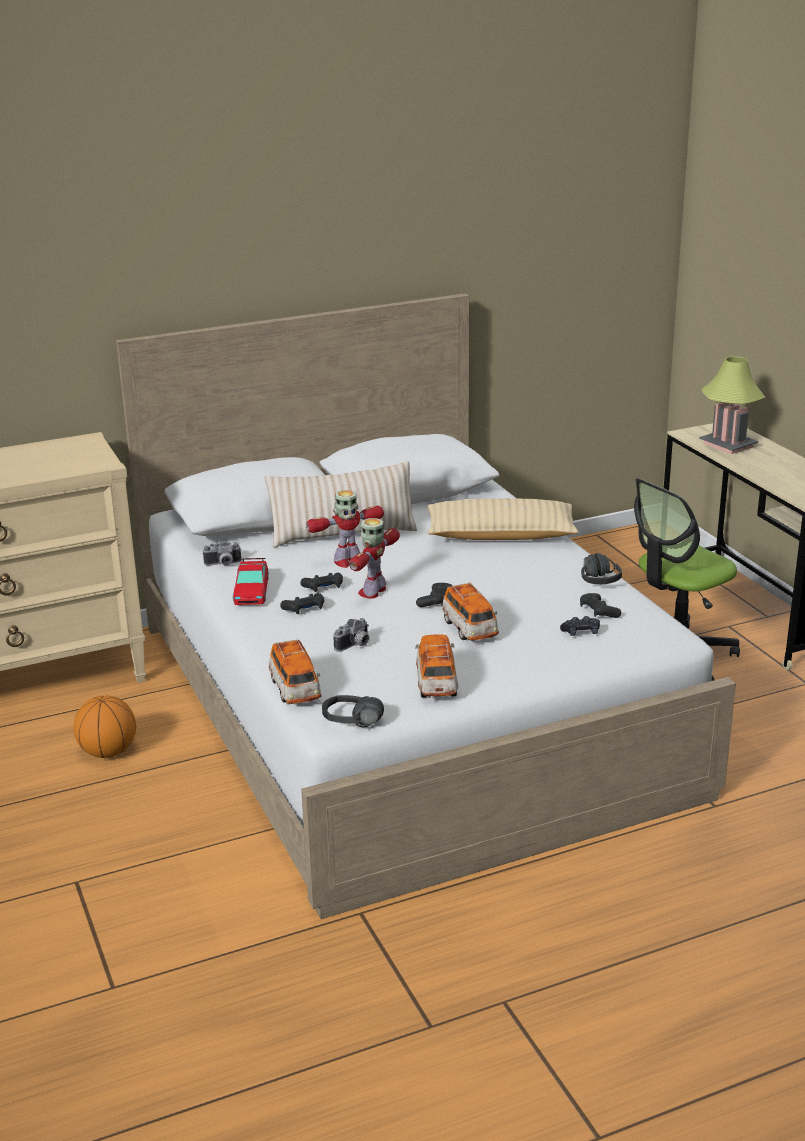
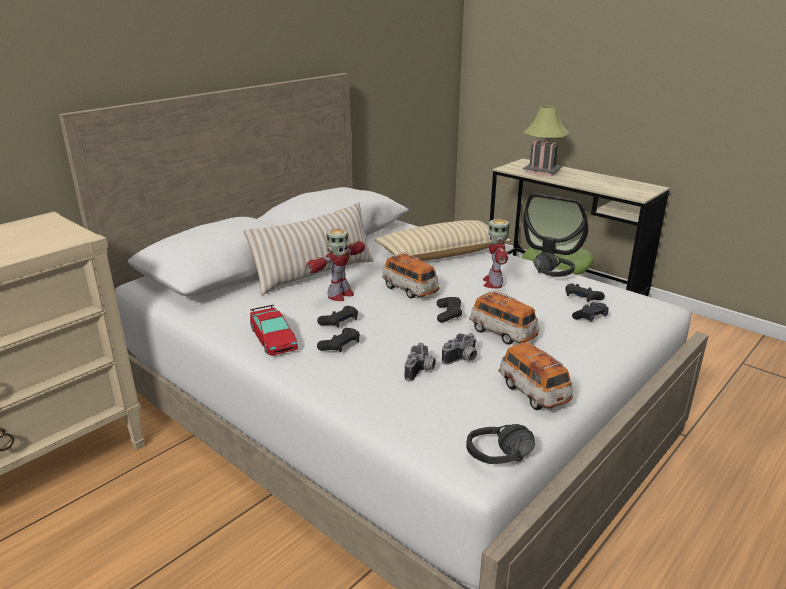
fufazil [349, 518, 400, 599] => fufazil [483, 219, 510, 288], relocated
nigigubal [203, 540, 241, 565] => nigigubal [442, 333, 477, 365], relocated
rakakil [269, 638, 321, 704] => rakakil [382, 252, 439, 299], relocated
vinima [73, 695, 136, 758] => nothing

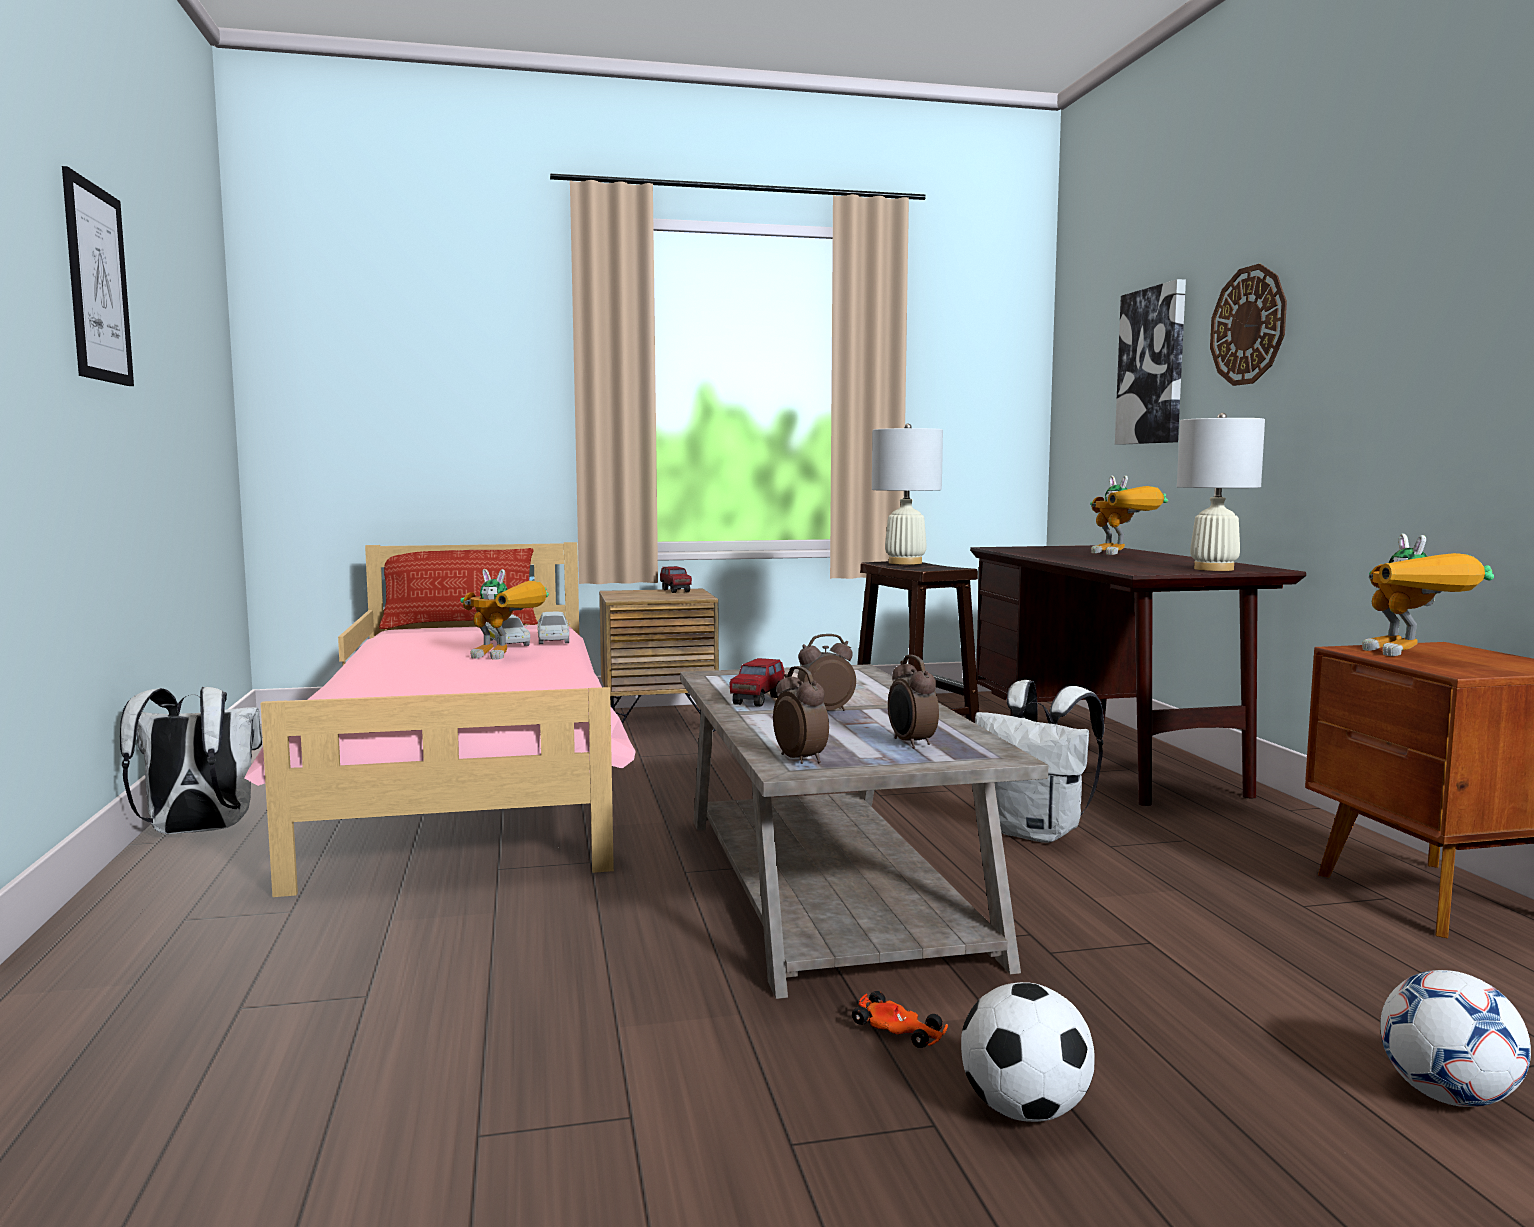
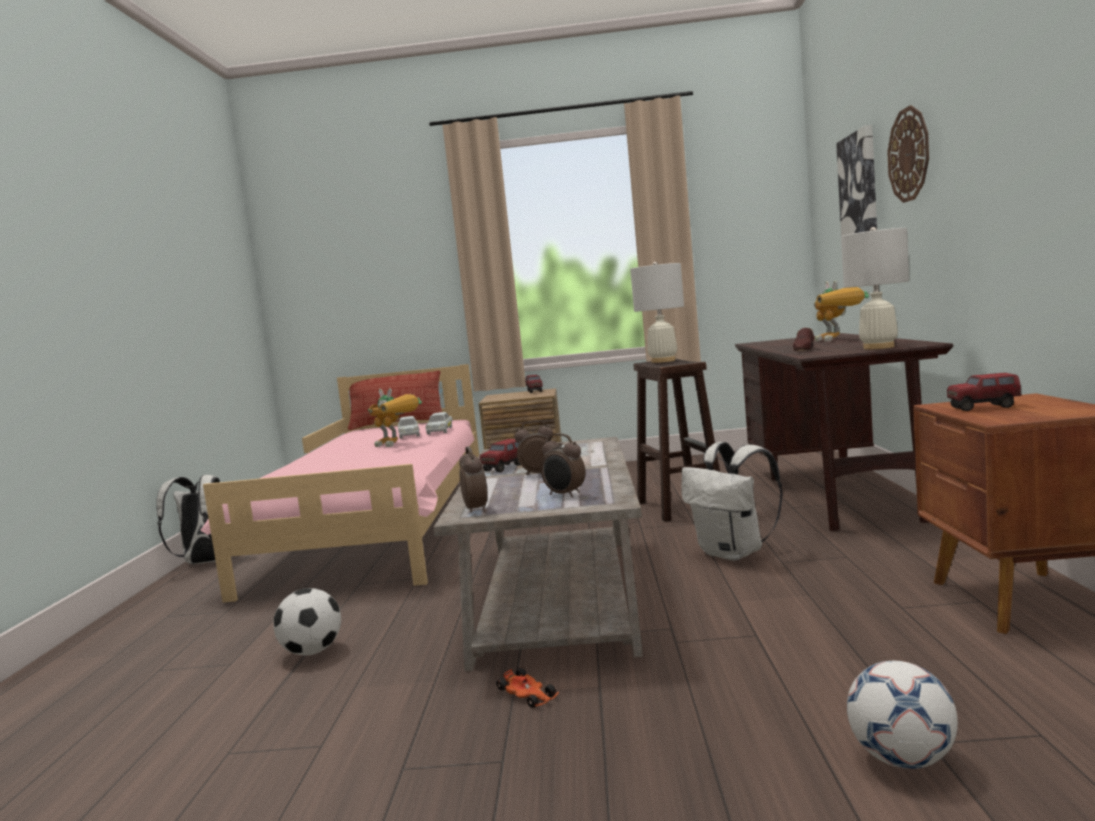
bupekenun [62, 166, 134, 386] => nothing
fufazil [1362, 534, 1494, 656] => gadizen [947, 373, 1021, 411]
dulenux [888, 655, 939, 749] => dulenux [541, 433, 585, 497], 45 degrees counterclockwise
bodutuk [961, 982, 1095, 1122] => bodutuk [273, 588, 341, 655], relocated
nothing => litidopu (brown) [793, 328, 814, 351]

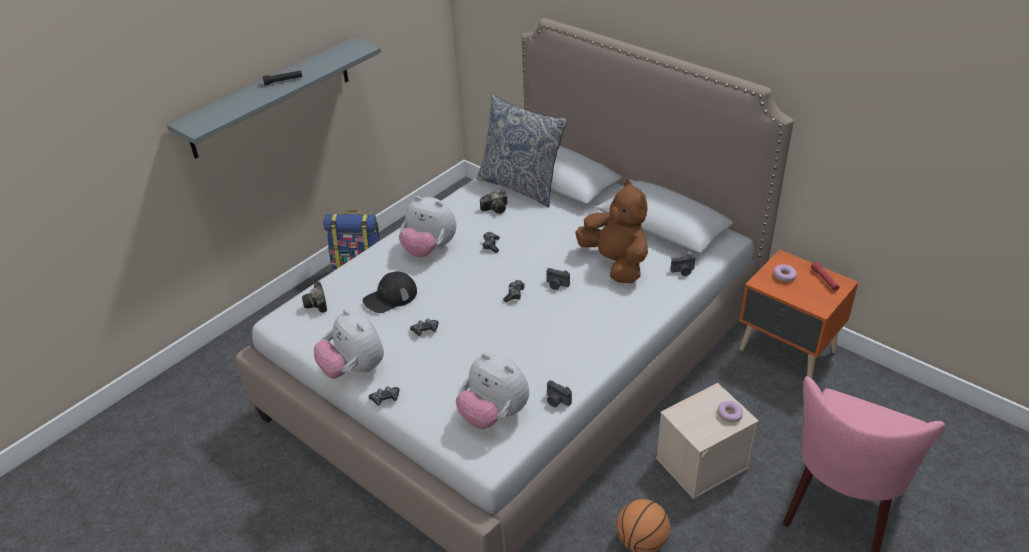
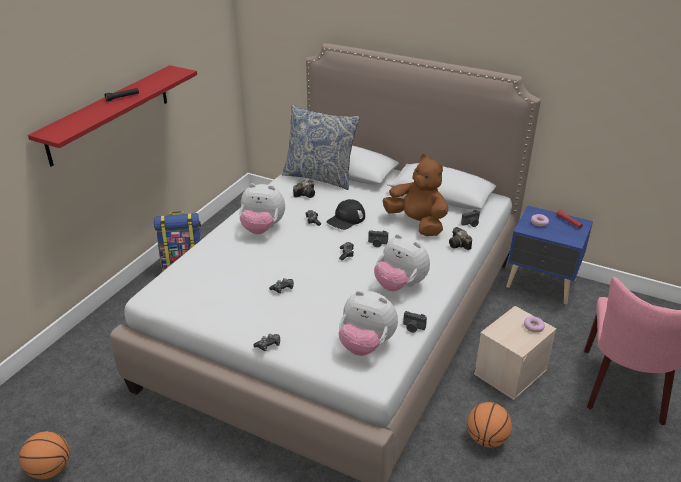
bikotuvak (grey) [167, 37, 381, 159] => bikotuvak (red) [28, 65, 197, 167]
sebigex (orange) [739, 250, 859, 379] => sebigex (blue) [506, 206, 593, 304]
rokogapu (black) [363, 271, 417, 313] => rokogapu (black) [326, 199, 365, 230], relocated
nigigubal [302, 281, 327, 313] => nigigubal [449, 227, 472, 250], relocated
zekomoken [314, 309, 384, 379] => zekomoken [374, 234, 430, 291], relocated
nothing => vinima [19, 431, 70, 479]

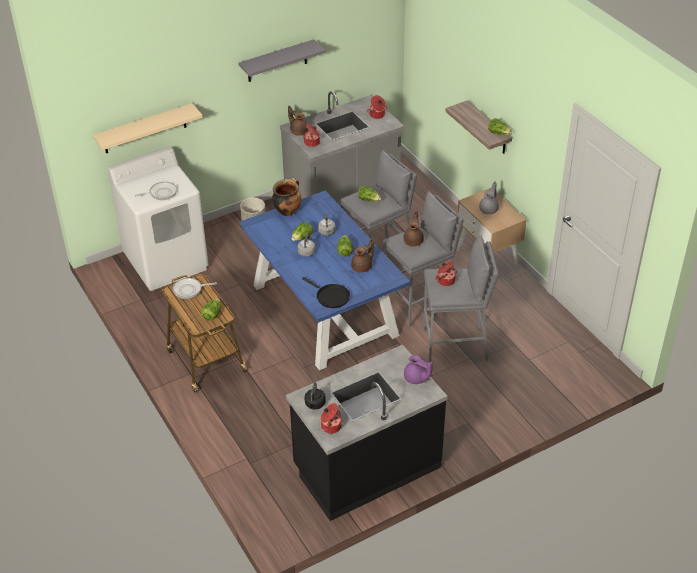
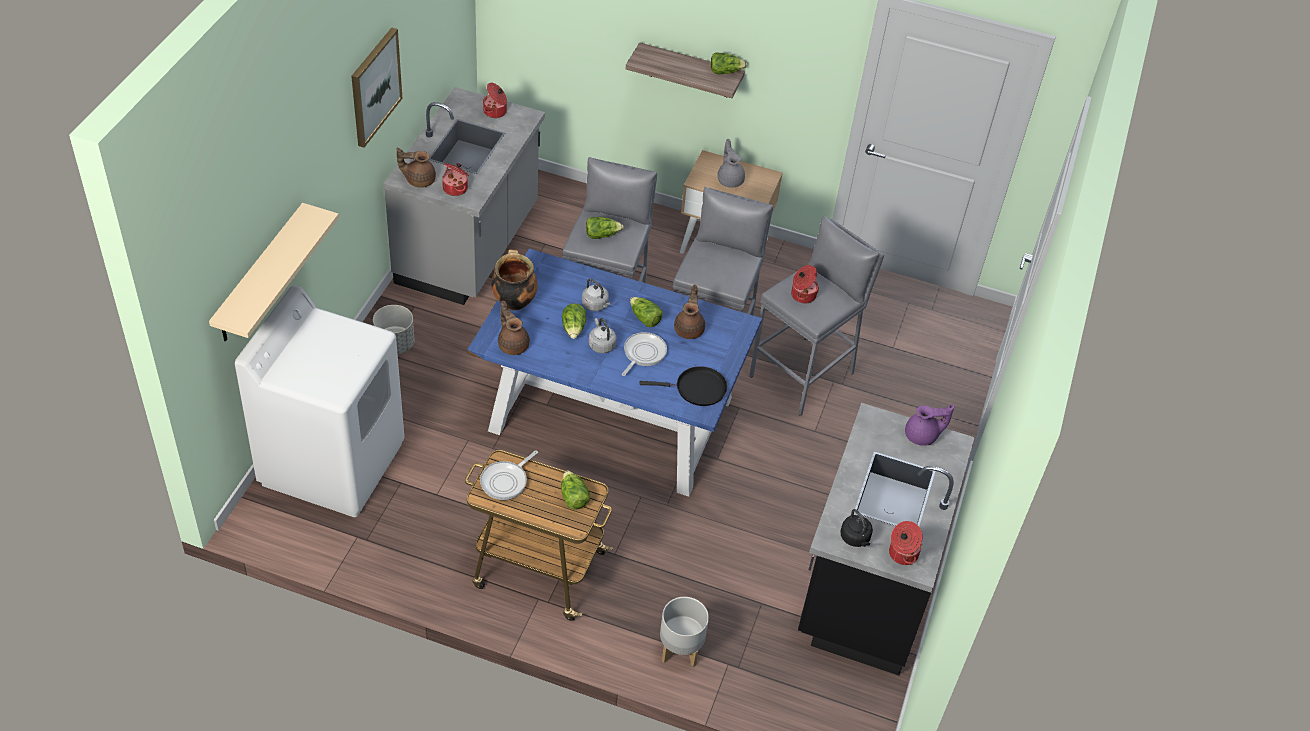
bikotuvak (grey) [239, 39, 325, 82] => bupekenun [351, 28, 403, 148]
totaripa [135, 182, 177, 200] => totaripa [622, 332, 667, 376], relocated
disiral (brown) [403, 211, 424, 246] => disiral (brown) [498, 301, 530, 355], relocated
nothing => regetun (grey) [660, 597, 709, 667]

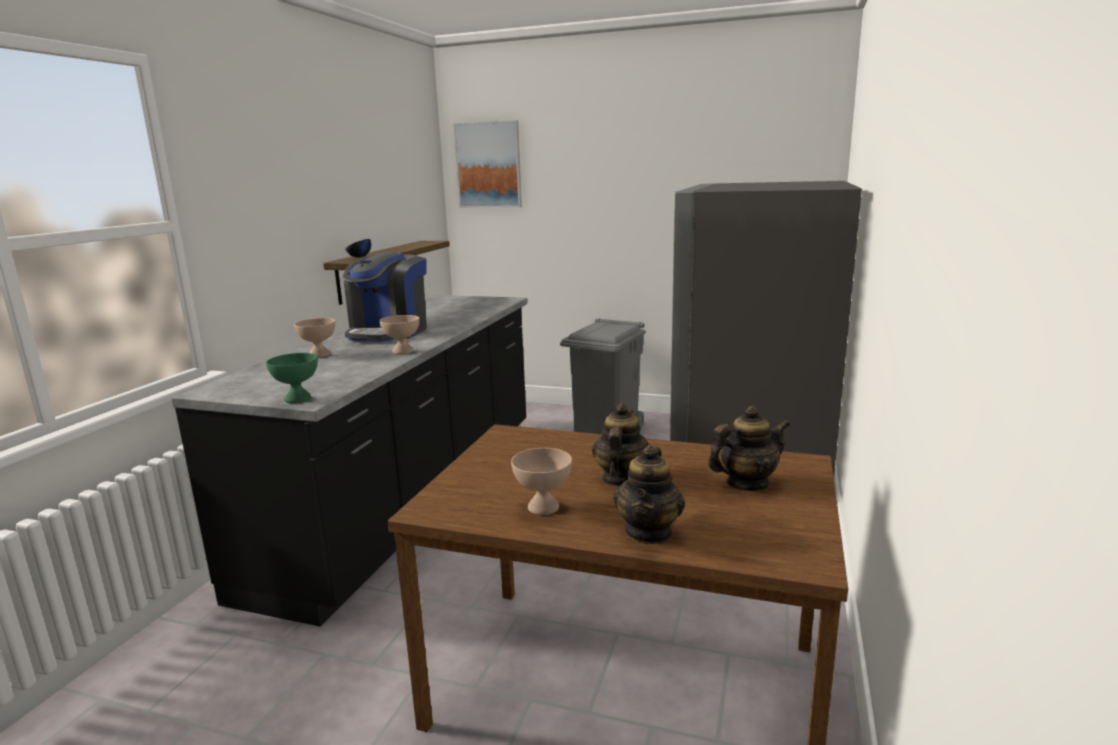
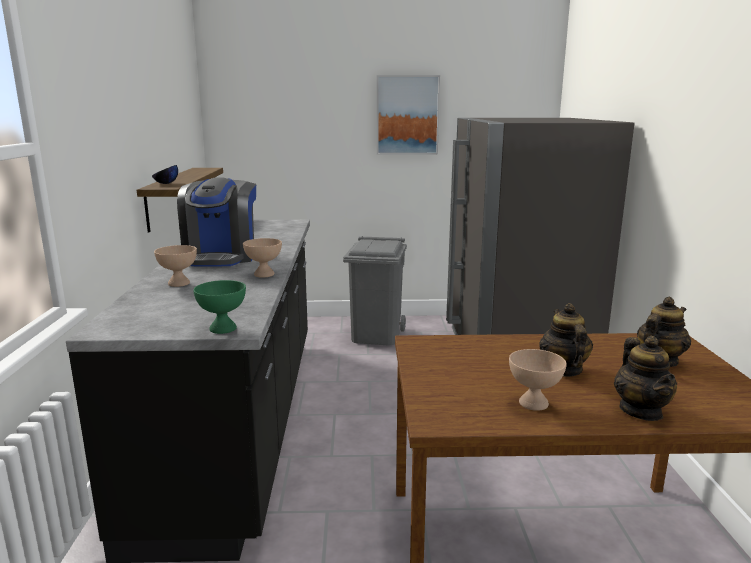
bupekenun [454, 120, 522, 208] => bupekenun [377, 75, 440, 155], relocated

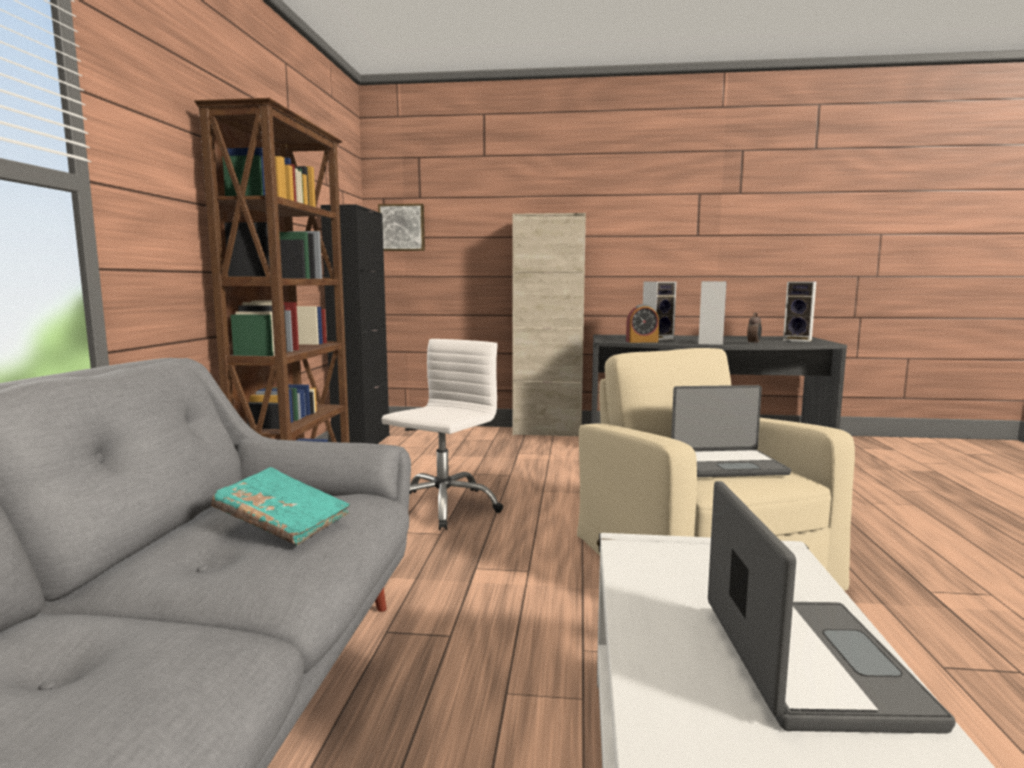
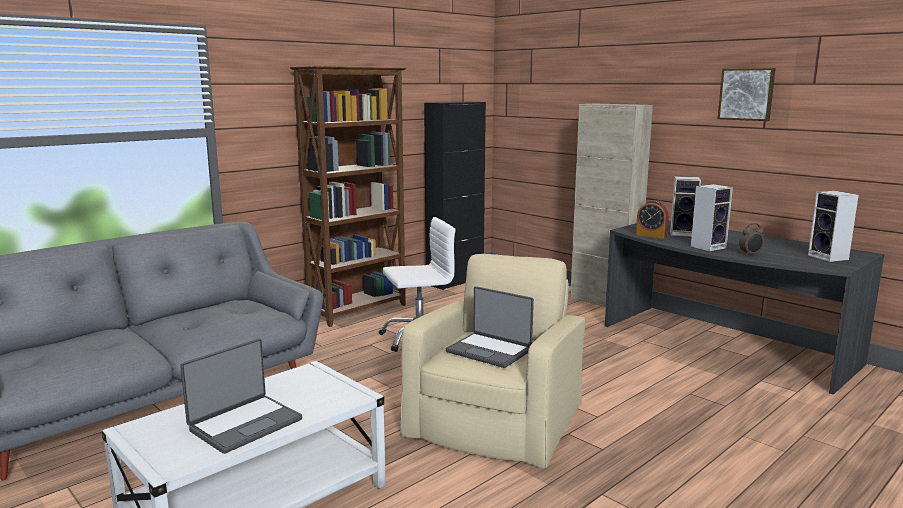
bupekenun [378, 204, 425, 251] => bupekenun [718, 68, 776, 121], relocated
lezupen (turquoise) [211, 467, 350, 545] => nothing

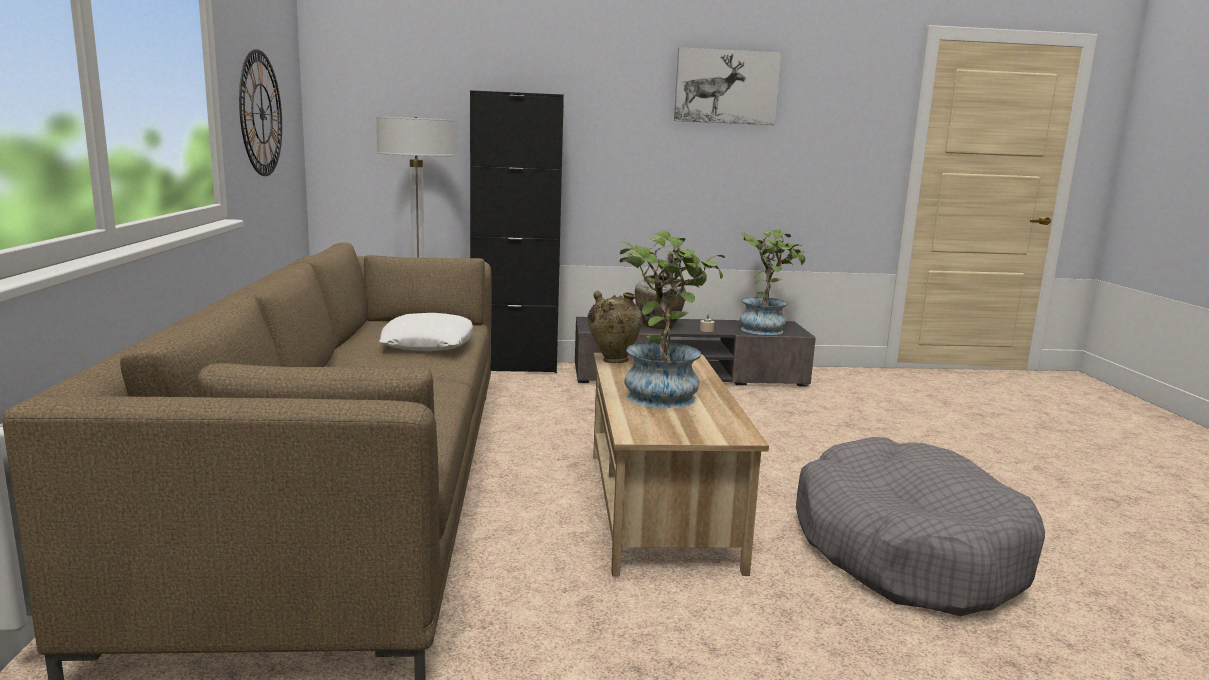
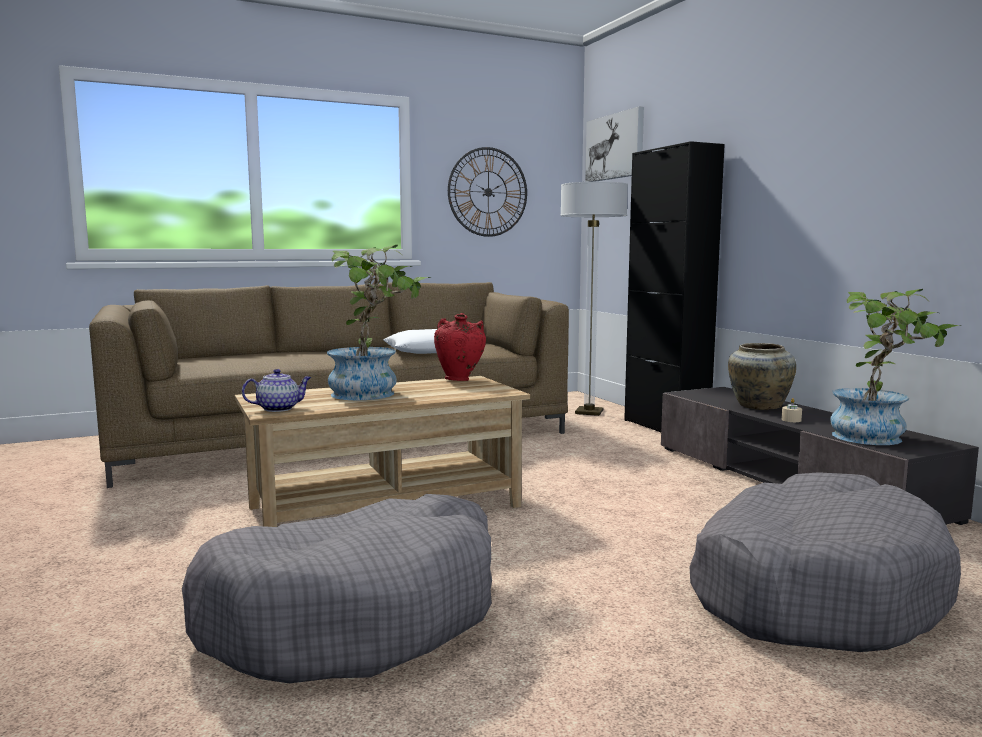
bupekenun [674, 47, 781, 125] => bupekenun [585, 106, 644, 182], relocated
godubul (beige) [587, 291, 643, 363] => godubul (red) [434, 313, 486, 381]
nothing => disiral [242, 369, 311, 412]
nothing => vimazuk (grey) [690, 472, 961, 652]

